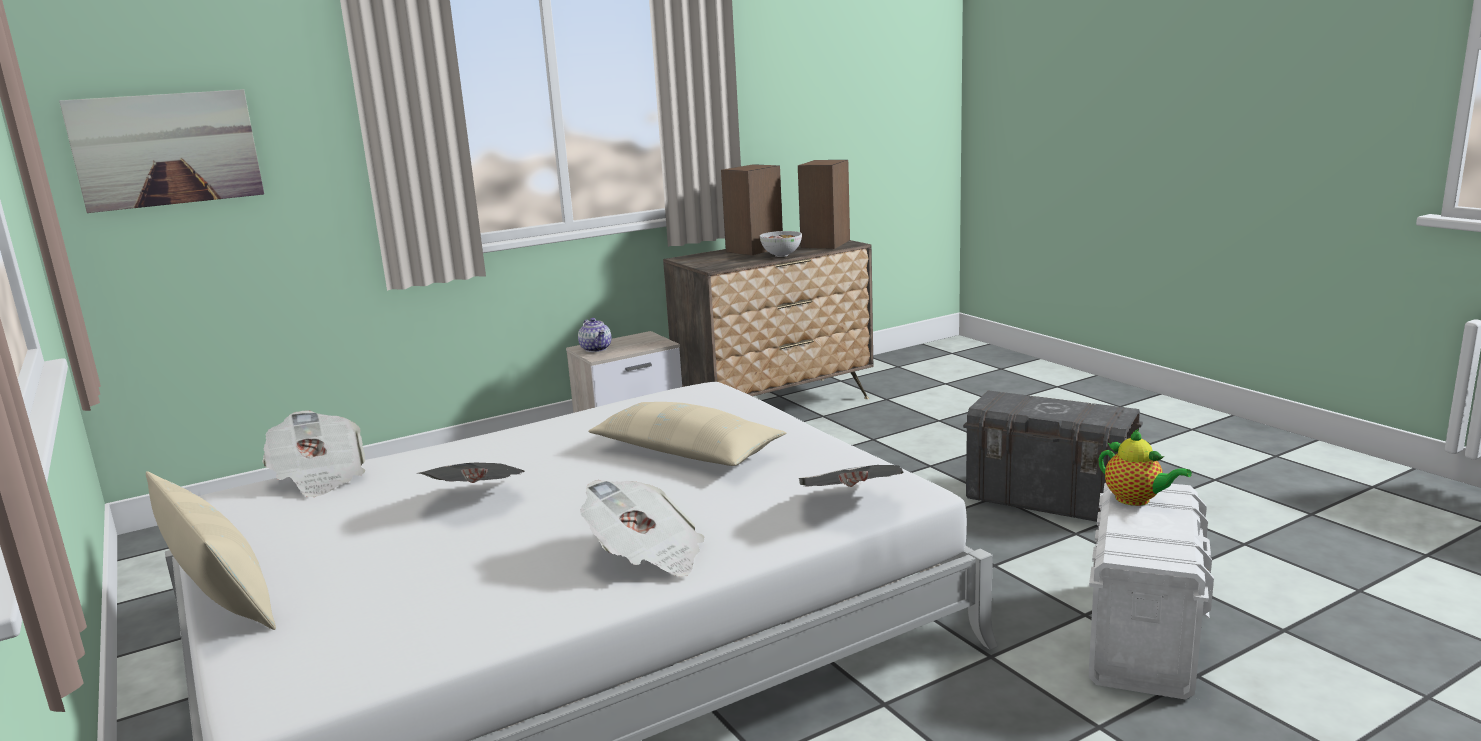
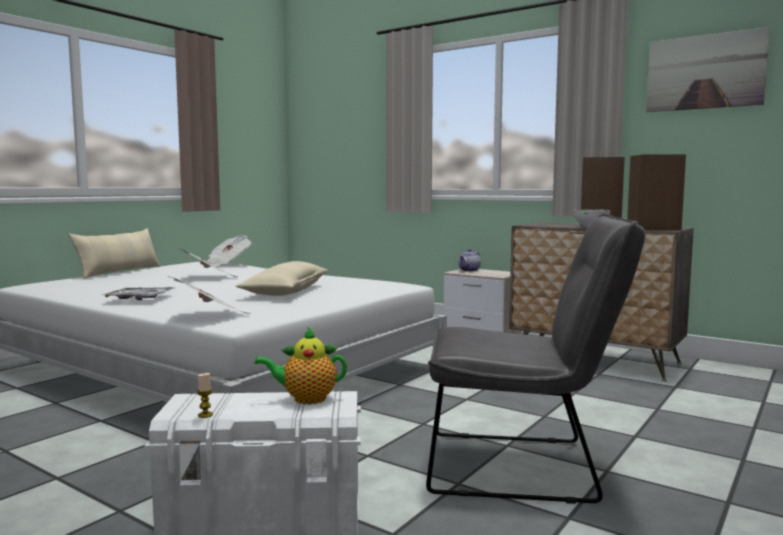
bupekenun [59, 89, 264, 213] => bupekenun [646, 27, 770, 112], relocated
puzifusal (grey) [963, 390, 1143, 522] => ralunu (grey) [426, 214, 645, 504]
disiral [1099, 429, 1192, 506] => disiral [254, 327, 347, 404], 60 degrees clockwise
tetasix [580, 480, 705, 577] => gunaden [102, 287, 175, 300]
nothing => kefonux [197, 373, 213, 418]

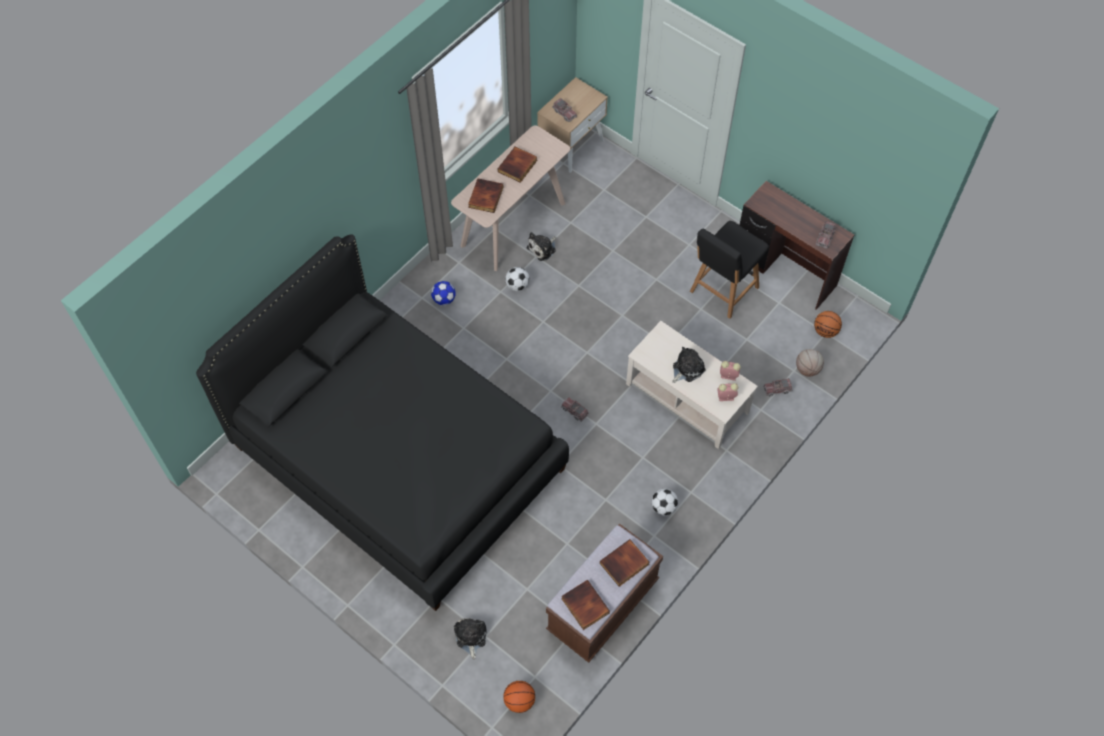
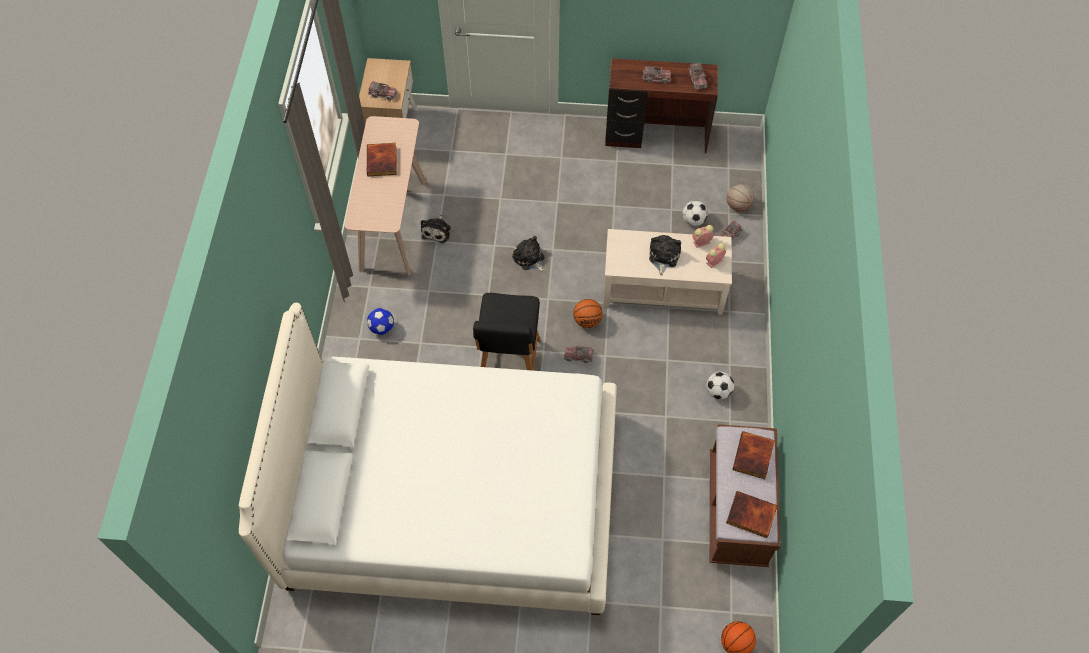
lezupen [468, 178, 503, 213] => nothing
ralunu (black) [690, 221, 769, 319] => ralunu (black) [473, 293, 541, 371], relocated
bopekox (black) [196, 235, 569, 611] => bopekox (white) [239, 303, 617, 615]
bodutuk [505, 267, 529, 291] => bodutuk [683, 200, 708, 226], relocated
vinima [814, 311, 842, 338] => vinima [573, 299, 602, 328], relocated
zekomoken [454, 618, 487, 660] => zekomoken [512, 236, 545, 272], relocated
nothing => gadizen [643, 66, 671, 83]

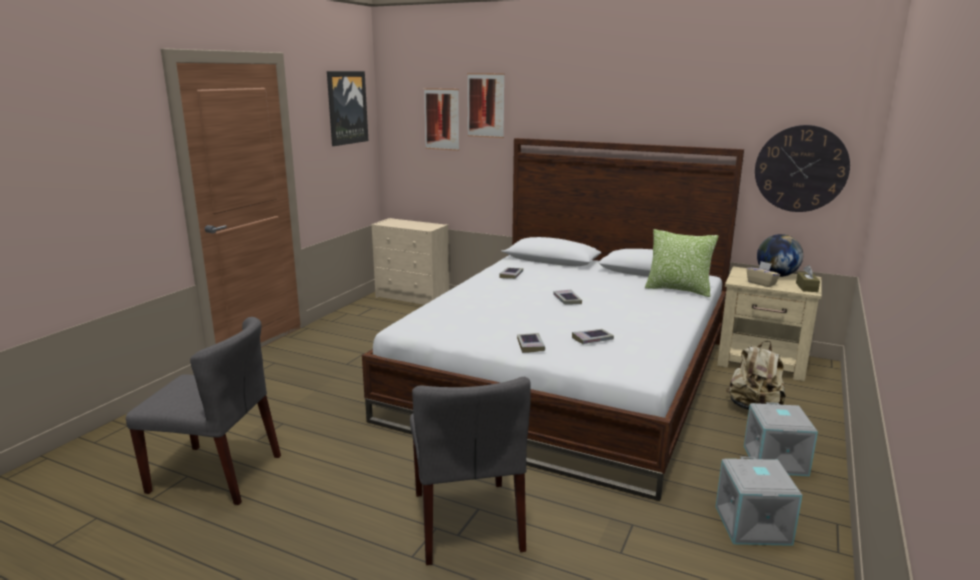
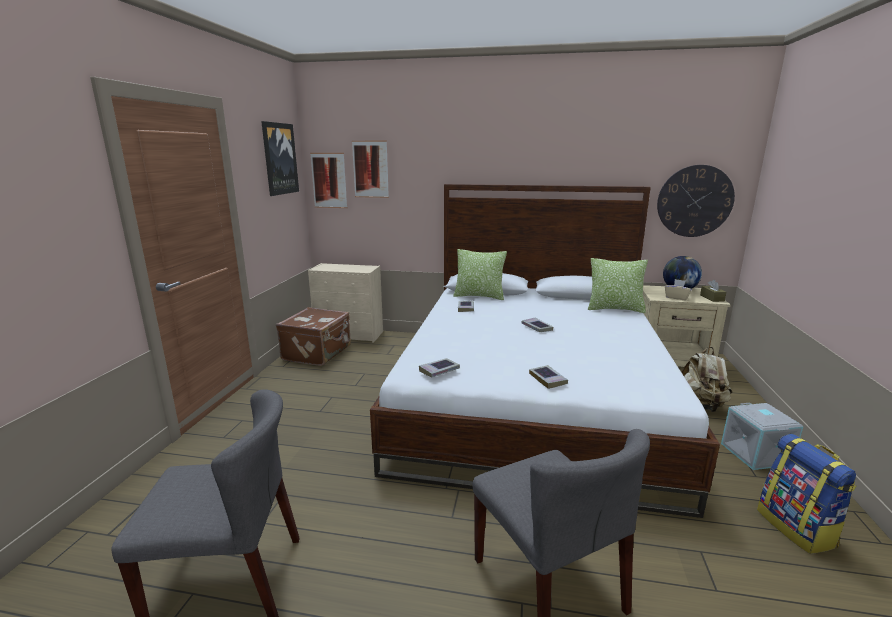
bupekenun [467, 73, 505, 138] => bupekenun [310, 153, 347, 208], relocated
lezupen [572, 329, 614, 344] => lezupen [419, 358, 460, 378], relocated
puzifusal (grey) [716, 457, 802, 546] => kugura [757, 434, 856, 554]
nothing => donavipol [453, 249, 507, 300]
nothing => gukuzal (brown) [276, 307, 351, 366]

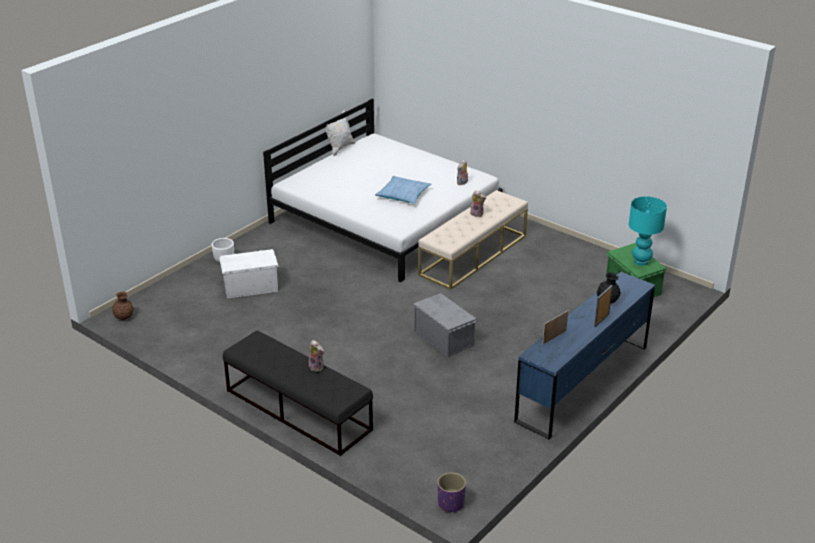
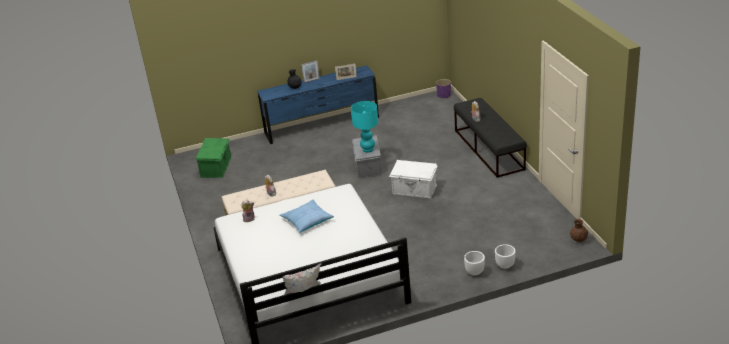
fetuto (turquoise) [629, 196, 667, 266] => fetuto (turquoise) [351, 101, 378, 153], relocated
puzifusal (white) [219, 249, 279, 298] => puzifusal (white) [389, 160, 438, 198], relocated
nothing => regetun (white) [495, 244, 516, 269]

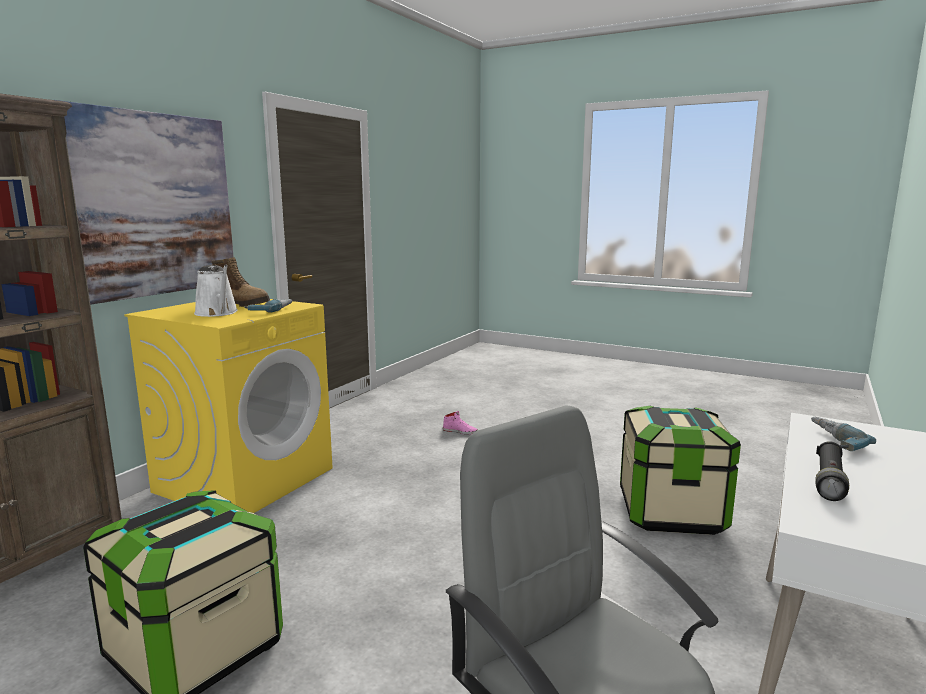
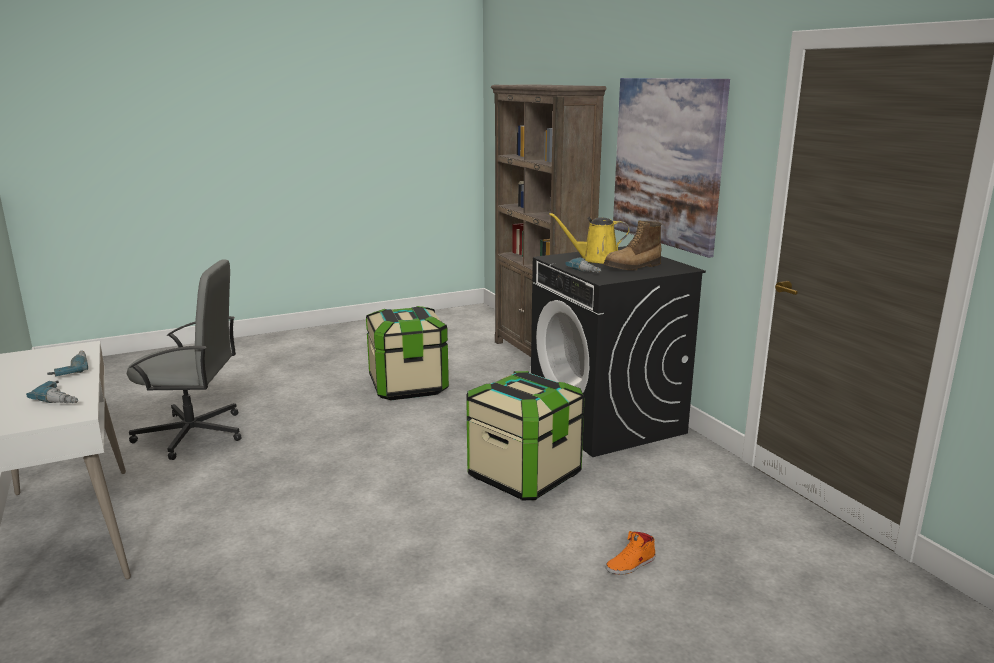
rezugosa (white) [194, 265, 238, 317] => rezugosa (yellow) [549, 213, 630, 264]
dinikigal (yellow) [124, 299, 332, 513] => dinikigal (black) [531, 246, 706, 457]
puzifusal [620, 406, 741, 535] => puzifusal [466, 371, 584, 500], relocated
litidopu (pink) [443, 411, 478, 435] => litidopu (orange) [606, 531, 655, 575]
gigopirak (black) [815, 441, 849, 501] => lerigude [47, 350, 88, 376]

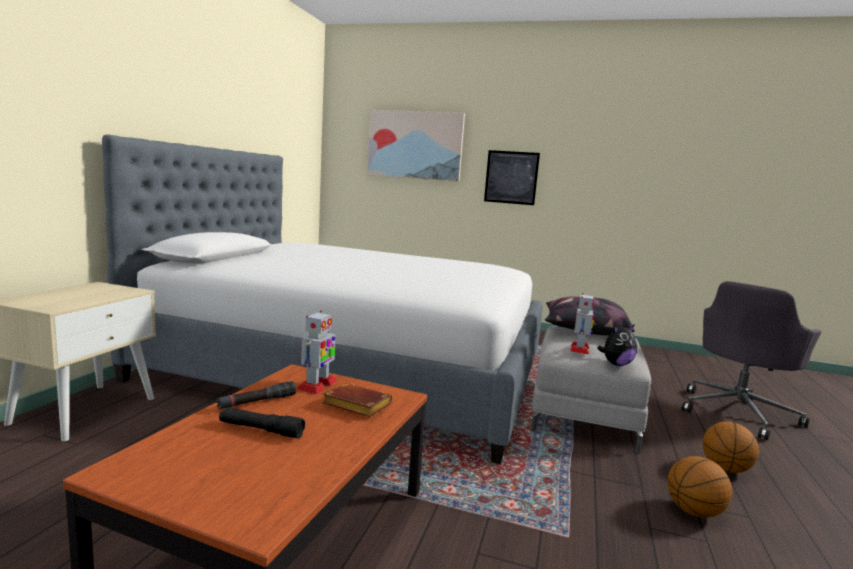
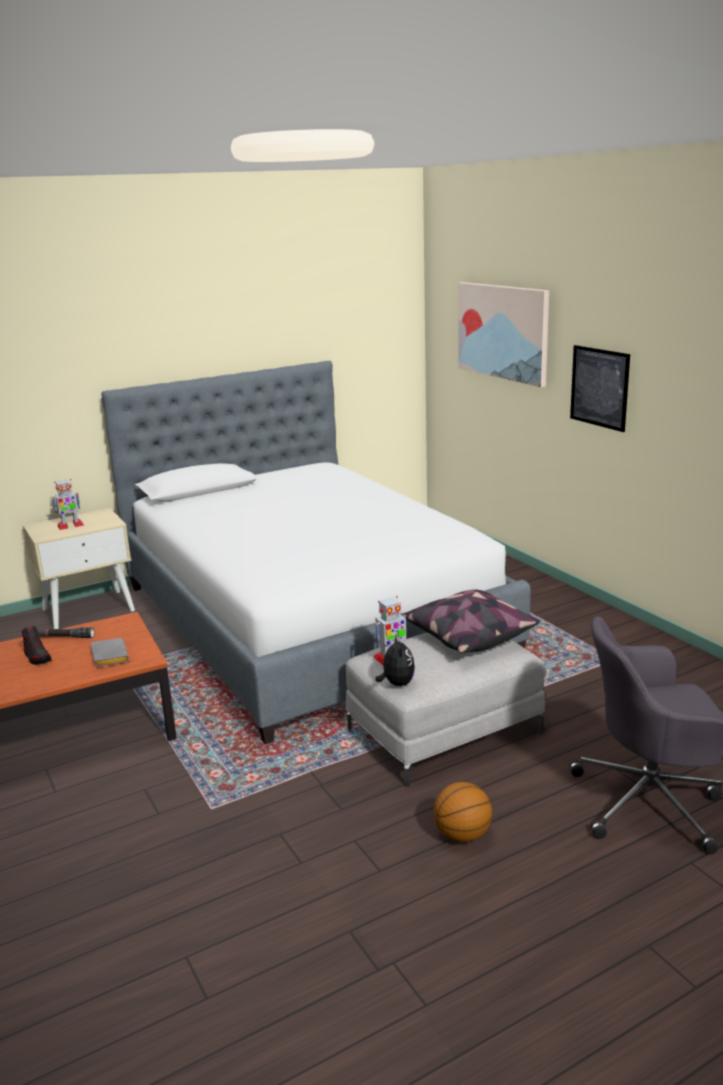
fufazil [297, 310, 337, 394] => fufazil [52, 479, 84, 530], relocated
zekomoken [597, 324, 637, 366] => zekomoken [375, 635, 415, 686], 120 degrees counterclockwise
lezupen (brown) [322, 383, 392, 417] => lezupen (grey) [90, 638, 129, 667]
gigopirak (black) [219, 407, 305, 438] => litidopu [22, 626, 52, 665]
vinima [667, 456, 732, 518] => nothing

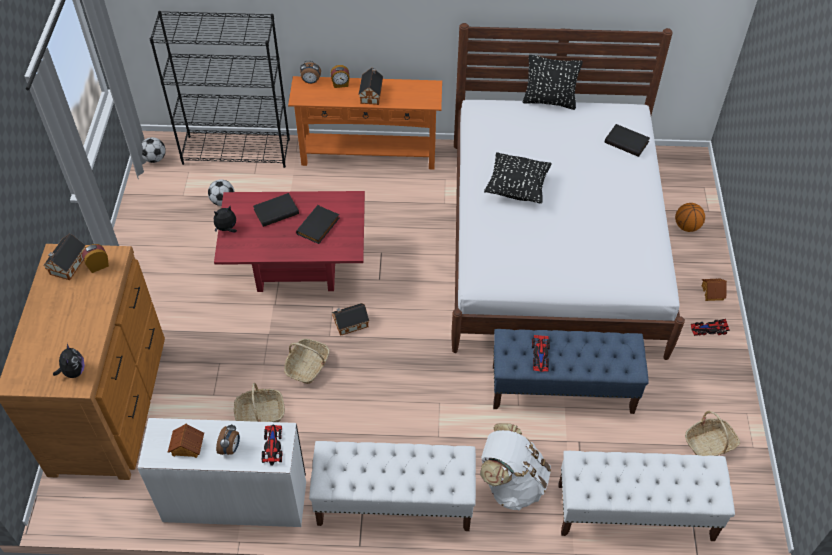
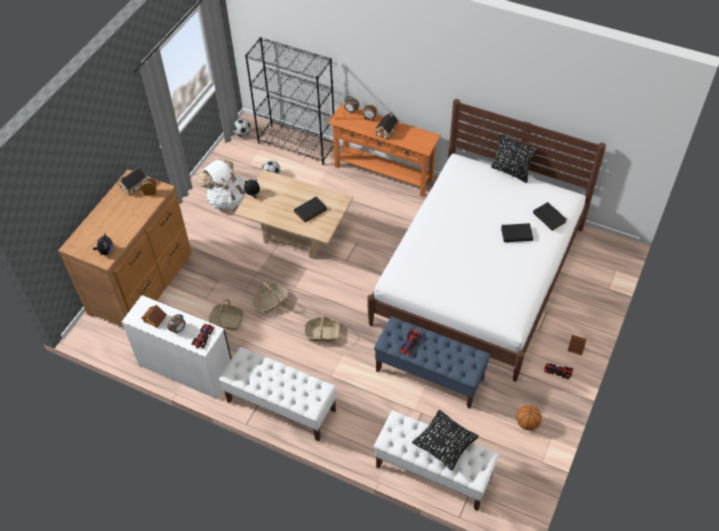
donavipol (black) [484, 152, 552, 204] => donavipol (black) [412, 410, 479, 471], relocated
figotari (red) [214, 191, 365, 292] => figotari (beige) [234, 170, 353, 258]
lezupen (black) [253, 193, 299, 227] => lezupen (black) [501, 223, 533, 242], relocated
vinima [675, 203, 705, 232] => vinima [516, 405, 542, 430], relocated
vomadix [332, 303, 369, 336] => nothing
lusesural [685, 411, 740, 456] => lusesural [305, 310, 340, 342], relocated
kugura (white) [480, 423, 551, 510] => kugura (white) [198, 158, 245, 209], relocated

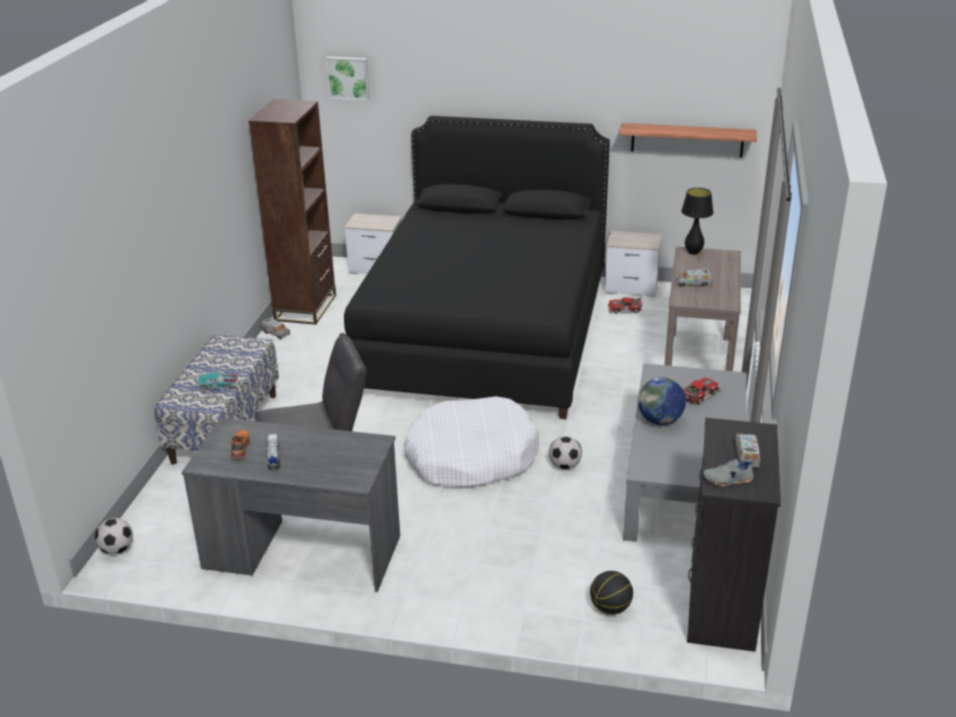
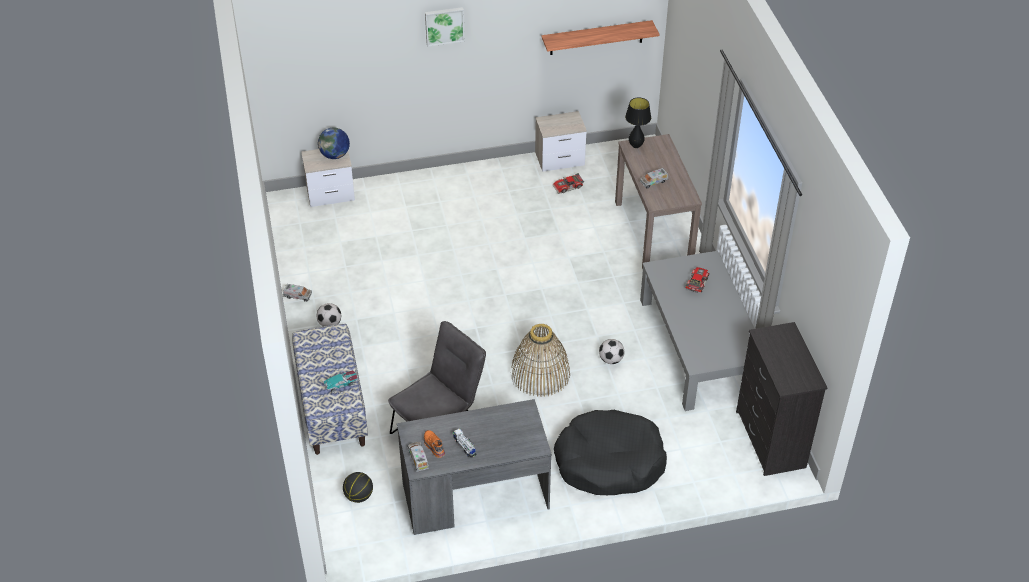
bupekenun [326, 57, 370, 101] => bupekenun [425, 7, 465, 47], relocated
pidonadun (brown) [249, 99, 336, 325] => nothing
bopekox (black) [344, 116, 610, 419] => nothing
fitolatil [638, 377, 686, 425] => fitolatil [318, 127, 350, 159], relocated
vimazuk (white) [404, 396, 539, 488] => lusesural [511, 324, 570, 397]
gadizen [735, 433, 760, 468] => gadizen [408, 442, 429, 472], relocated
litidopu (grey) [703, 459, 754, 486] => nothing
bodutuk [95, 518, 133, 554] => bodutuk [317, 303, 341, 327], relocated
vinima [590, 571, 633, 615] => vinima [343, 472, 373, 503], relocated
nothing => vimazuk (black) [554, 410, 667, 495]

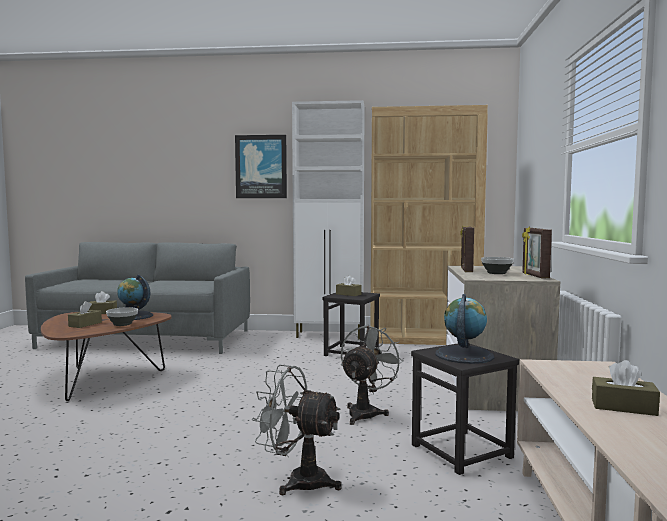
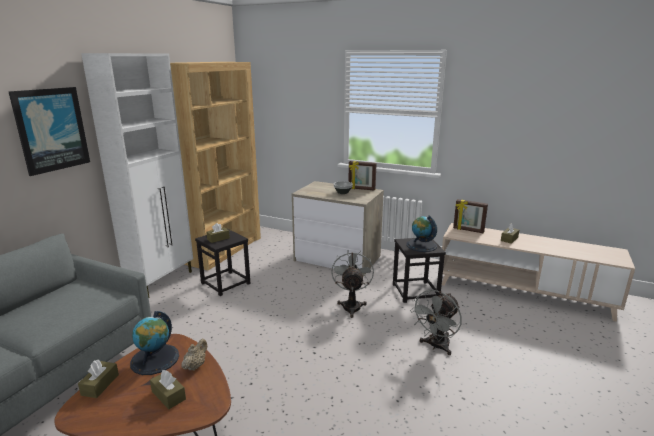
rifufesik [460, 225, 474, 272] => rifufesik [453, 199, 488, 233], relocated
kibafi [106, 307, 138, 326] => disiral (beige) [181, 339, 207, 371]
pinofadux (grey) [341, 325, 404, 425] => pinofadux (grey) [331, 250, 374, 318], 45 degrees clockwise

